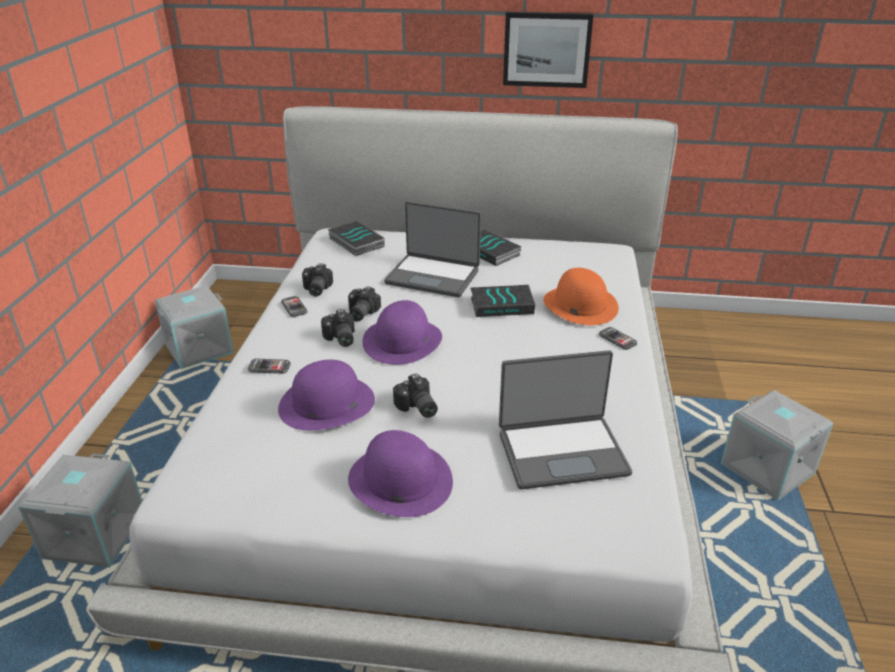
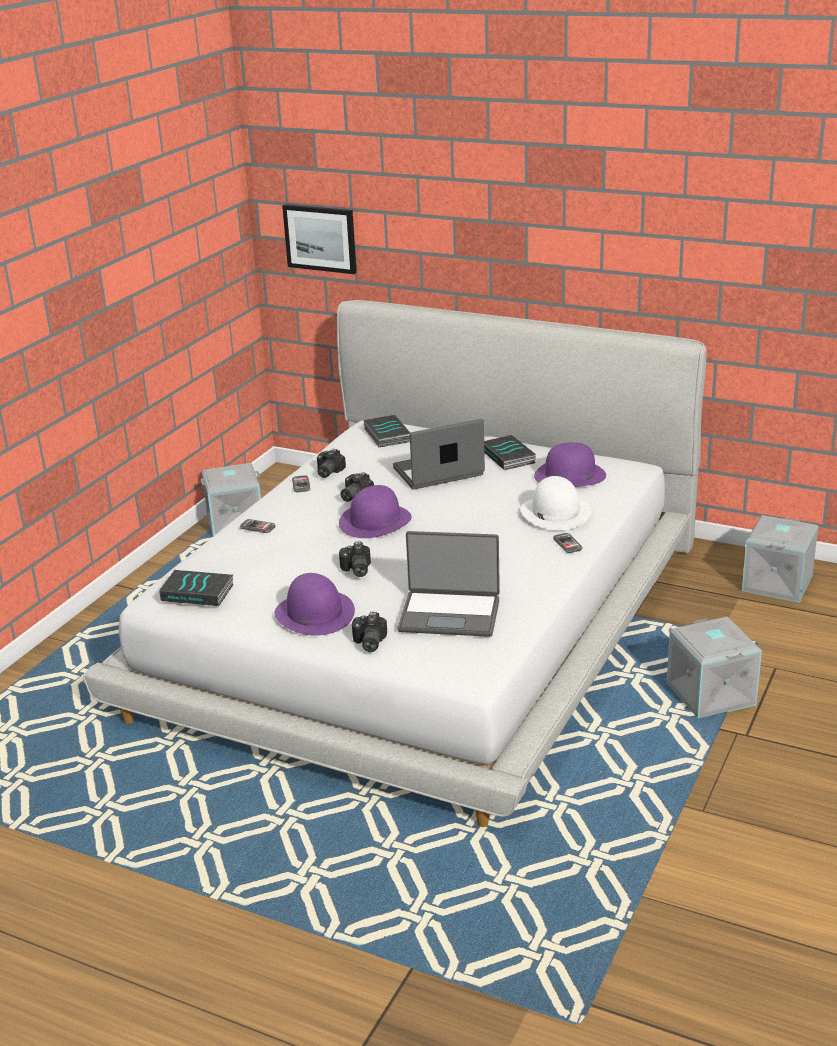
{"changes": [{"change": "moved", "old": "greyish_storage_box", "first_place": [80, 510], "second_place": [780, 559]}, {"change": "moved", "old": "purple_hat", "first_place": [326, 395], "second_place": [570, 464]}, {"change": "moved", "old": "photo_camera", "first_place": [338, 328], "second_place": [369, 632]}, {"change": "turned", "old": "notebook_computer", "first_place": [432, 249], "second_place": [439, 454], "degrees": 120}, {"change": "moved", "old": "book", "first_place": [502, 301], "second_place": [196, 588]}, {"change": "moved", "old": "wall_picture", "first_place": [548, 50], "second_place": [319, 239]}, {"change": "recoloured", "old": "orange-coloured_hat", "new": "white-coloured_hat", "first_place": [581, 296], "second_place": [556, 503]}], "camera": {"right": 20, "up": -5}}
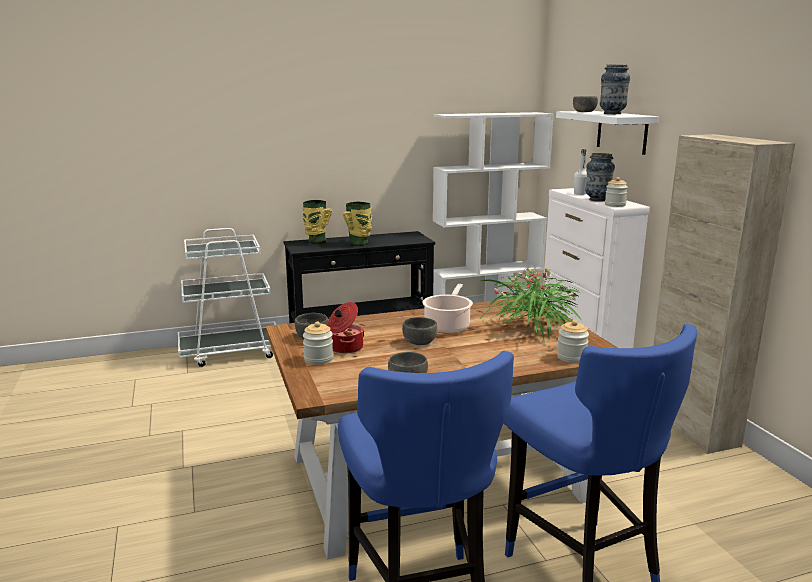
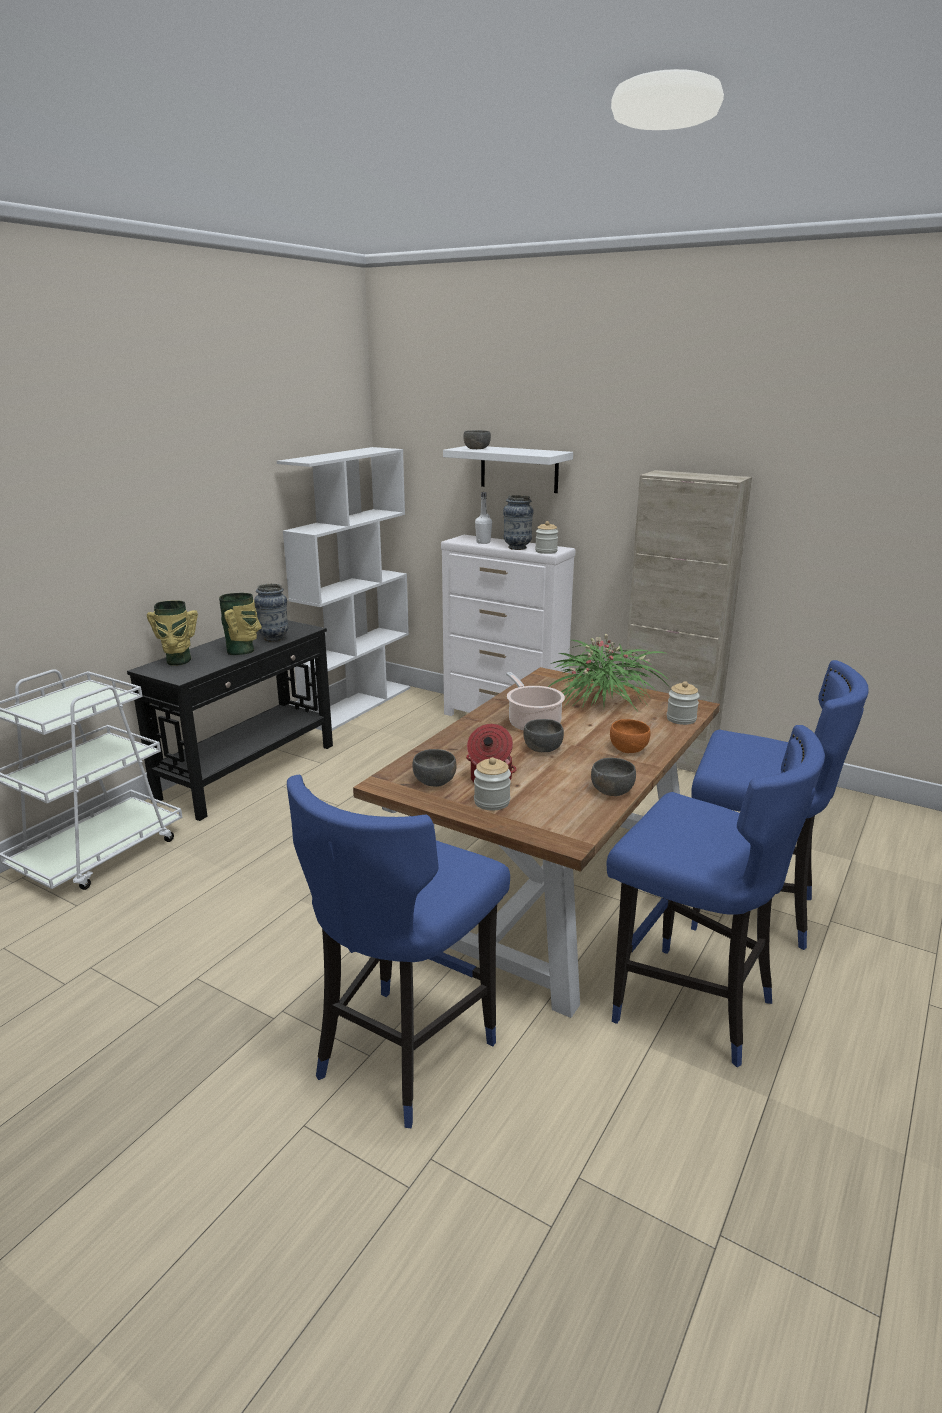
{"changes": [{"change": "moved", "old": "decorative_vase", "first_place": [615, 89], "second_place": [271, 613]}, {"change": "added", "new": "bluish_stool", "second_place": [398, 951]}, {"change": "added", "new": "orange-coloured_bowl", "second_place": [630, 736]}], "camera": {"right": -40, "up": 5}}
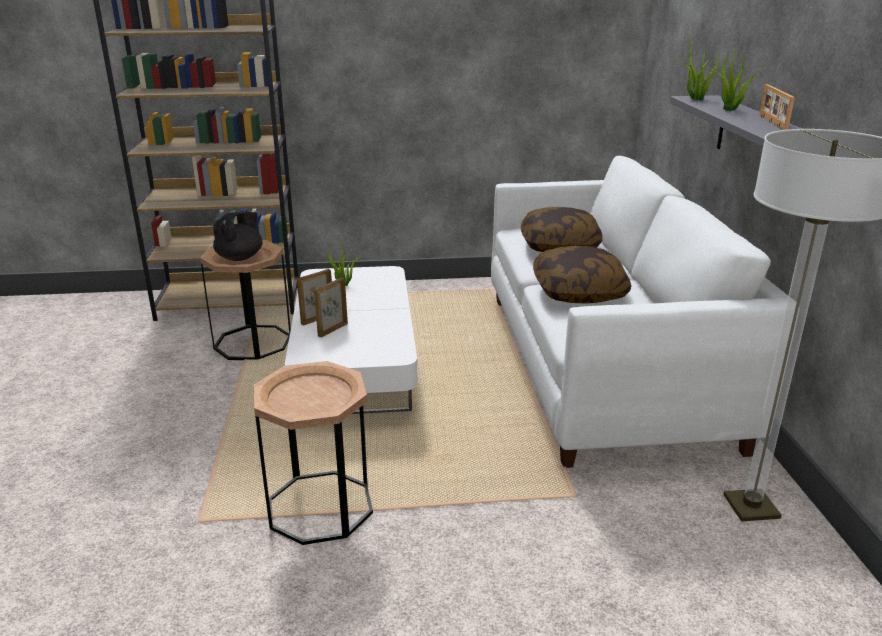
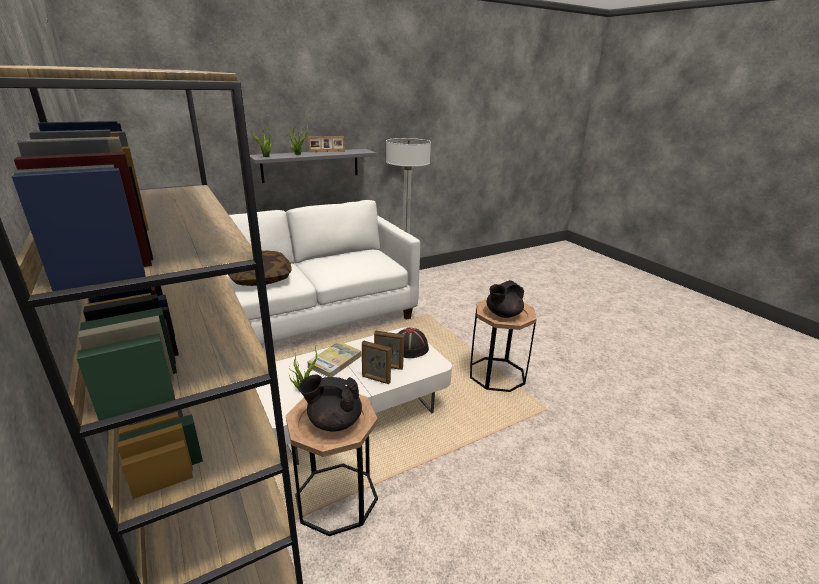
{"changes": [{"change": "removed", "old": "pillow", "first_place": [582, 275]}, {"change": "added", "new": "book", "second_place": [334, 359]}, {"change": "added", "new": "blackish_hat", "second_place": [413, 343]}, {"change": "added", "new": "blackish_tea_pot", "second_place": [505, 299]}], "camera": {"right": -115, "up": 0}}
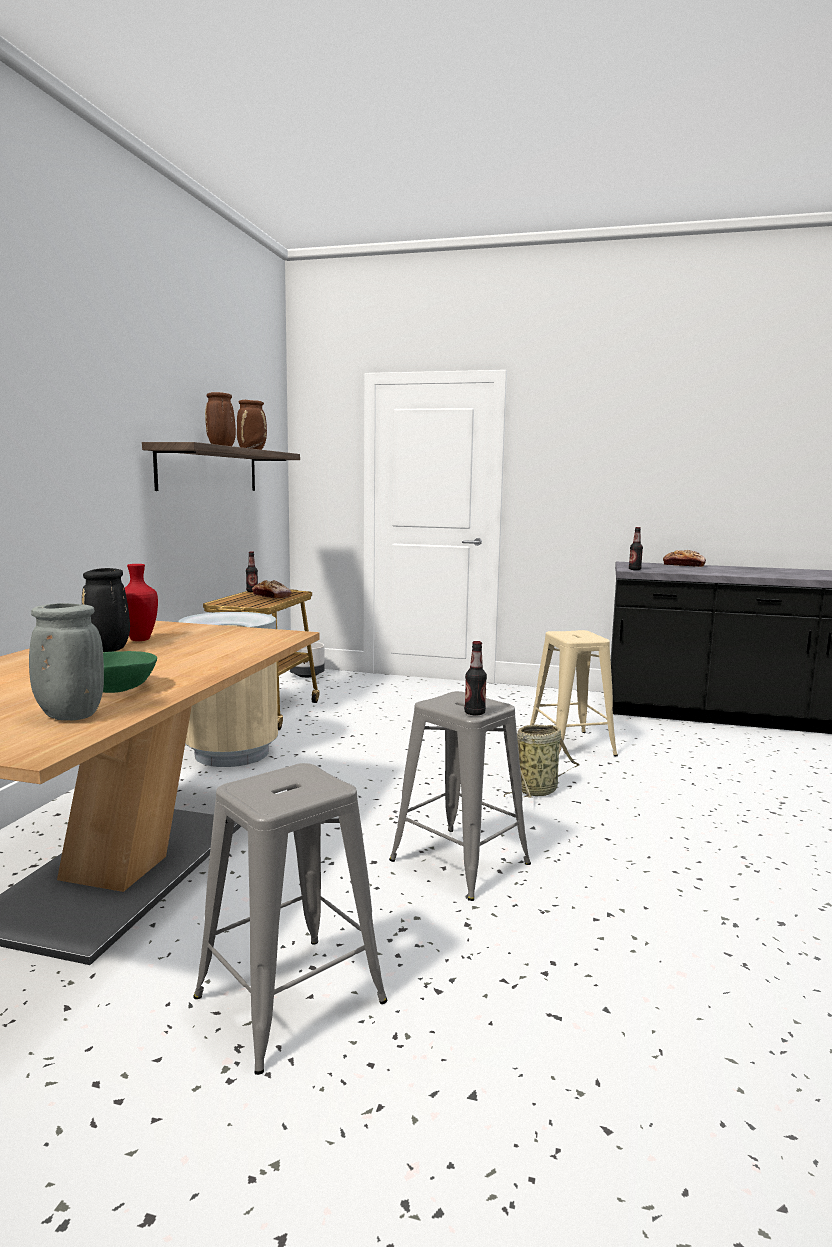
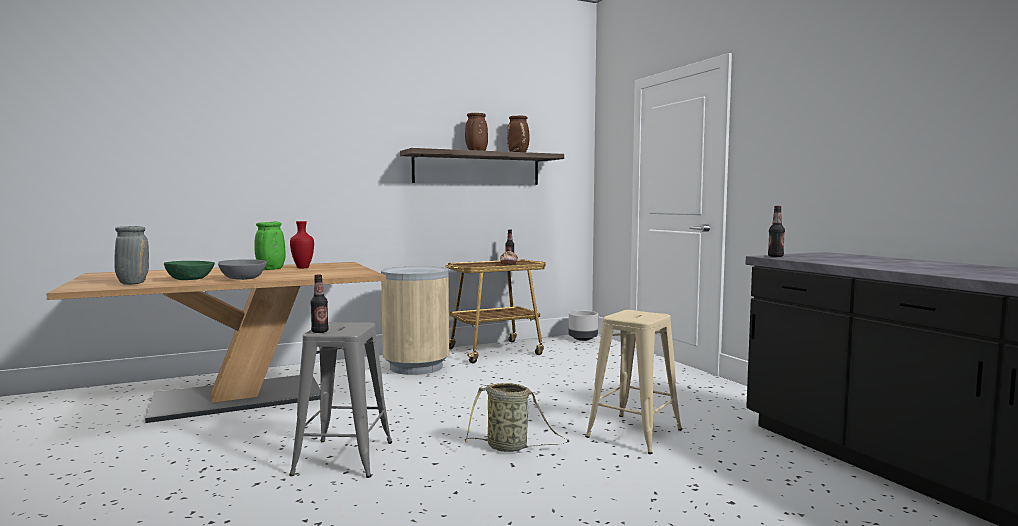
{"changes": [{"change": "recoloured", "old": "blackish_decorative_vase", "new": "green_decorative_vase", "first_place": [106, 610], "second_place": [270, 246]}, {"change": "removed", "old": "greyish_stool", "first_place": [290, 919]}, {"change": "removed", "old": "bakery_bread", "first_place": [684, 558]}, {"change": "added", "new": "greyish_bowl", "second_place": [242, 269]}], "camera": {"right": 50, "up": -5}}
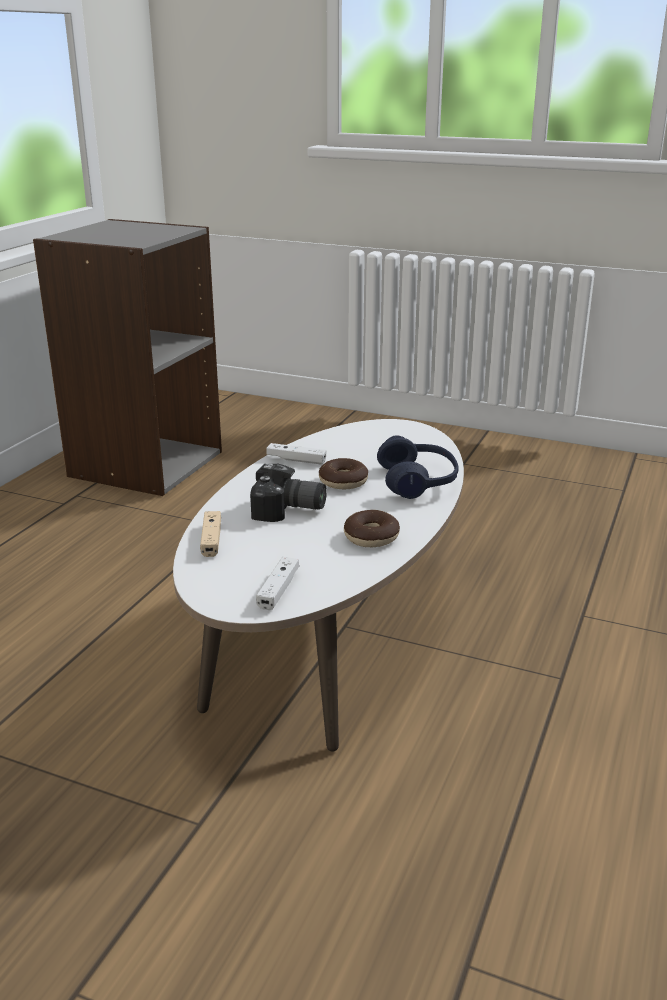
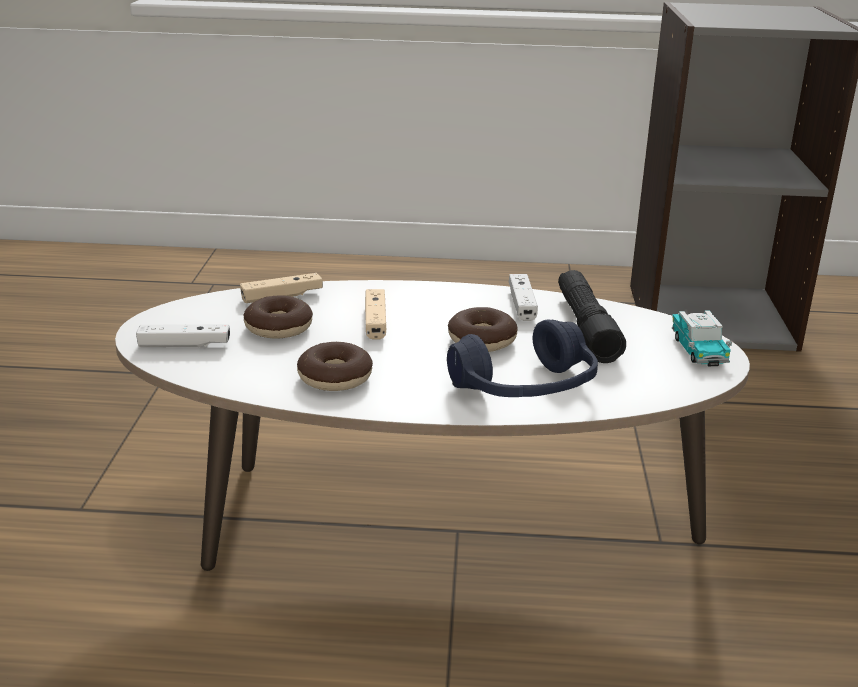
{"changes": [{"change": "replaced", "old": "photo_camera", "new": "beige_joypad", "first_place": [288, 492], "second_place": [375, 314]}, {"change": "added", "new": "donut", "second_place": [278, 316]}, {"change": "added", "new": "blackish_hand_torch", "second_place": [592, 316]}, {"change": "added", "new": "miniature_car", "second_place": [702, 338]}], "camera": {"right": 70, "up": 0}}
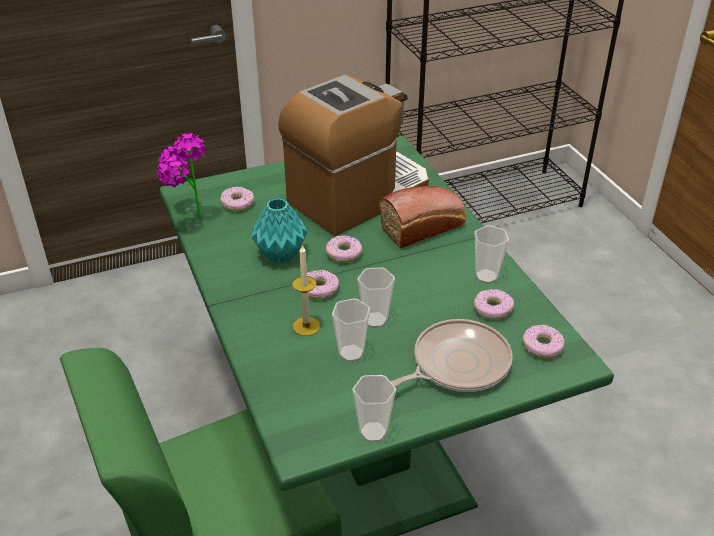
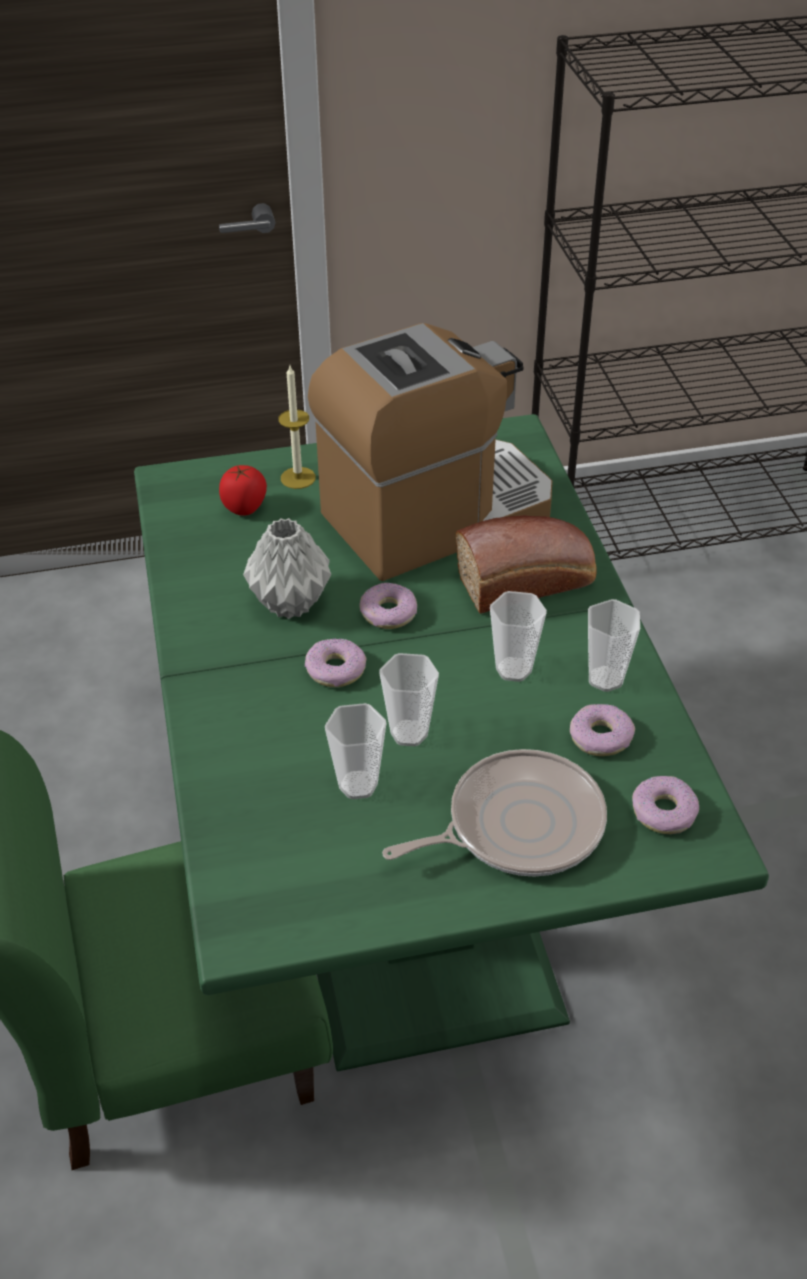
{"changes": [{"change": "removed", "old": "potted_plant", "first_place": [181, 176]}, {"change": "replaced", "old": "donut", "new": "fresh_tomato", "first_place": [237, 199], "second_place": [243, 490]}, {"change": "recoloured", "old": "blue-green_decorative_vase", "new": "greyish_decorative_vase", "first_place": [279, 230], "second_place": [287, 568]}, {"change": "moved", "old": "candle", "first_place": [306, 290], "second_place": [297, 427]}, {"change": "moved", "old": "small_cup", "first_place": [374, 408], "second_place": [518, 636]}], "camera": {"right": 10, "up": 5}}
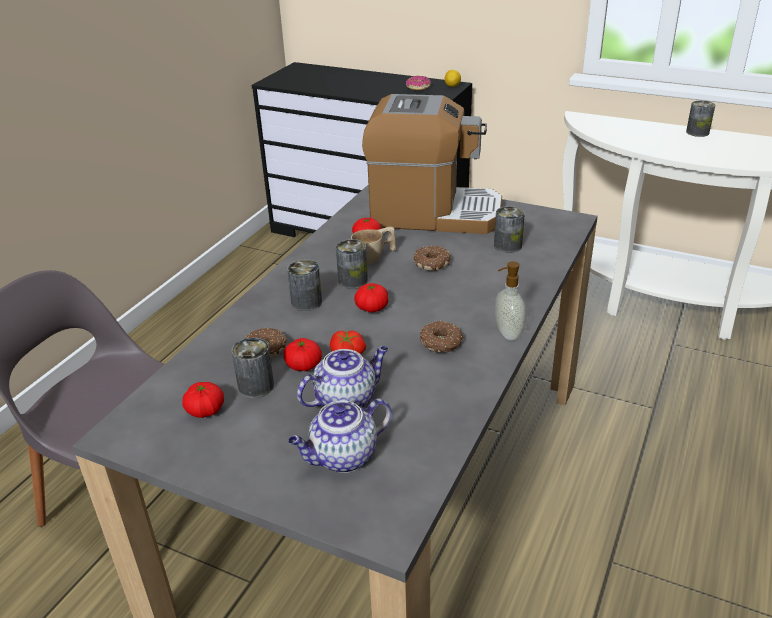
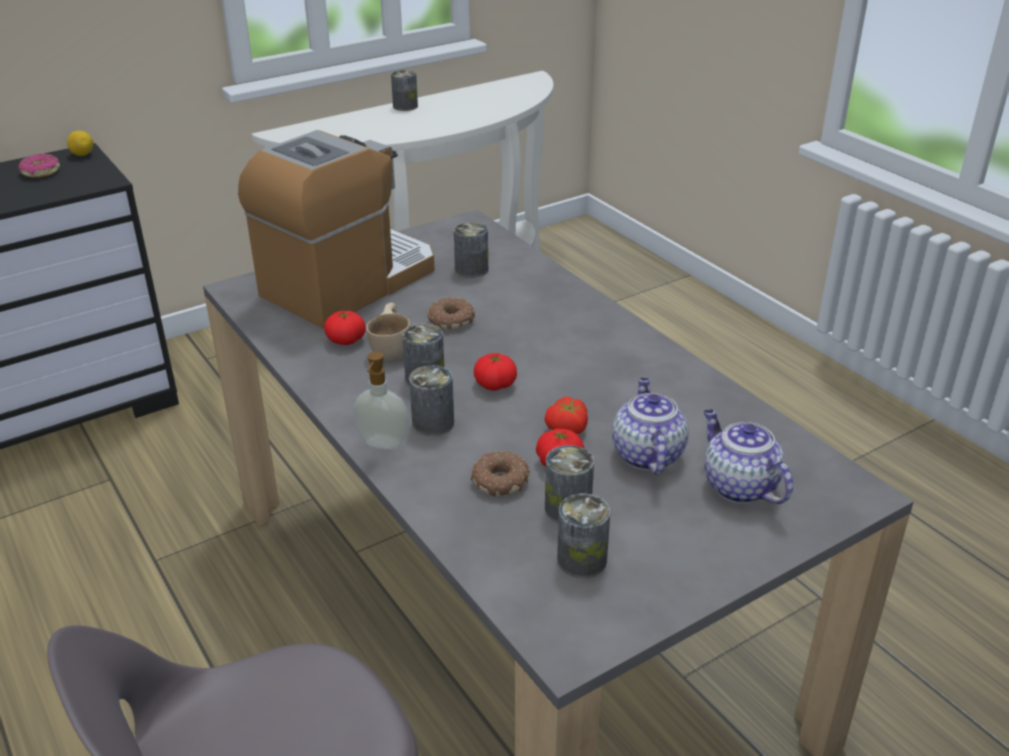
{"changes": [{"change": "replaced", "old": "fresh_tomato", "new": "can", "first_place": [203, 400], "second_place": [583, 536]}, {"change": "turned", "old": "tea_pot", "first_place": [340, 435], "second_place": [748, 456], "degrees": 150}, {"change": "removed", "old": "donut", "first_place": [442, 337]}, {"change": "moved", "old": "liquid_soap_bottle", "first_place": [510, 300], "second_place": [381, 400]}], "camera": {"right": -60, "up": 0}}
